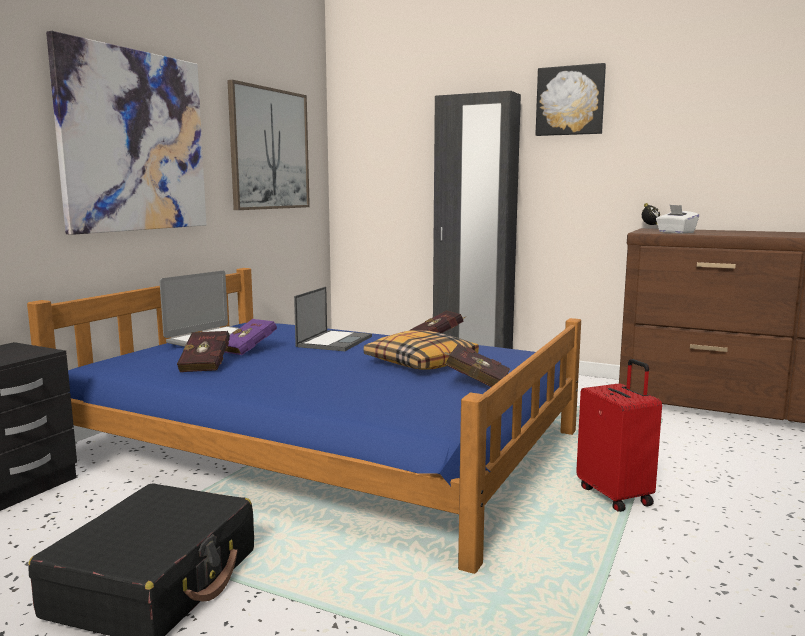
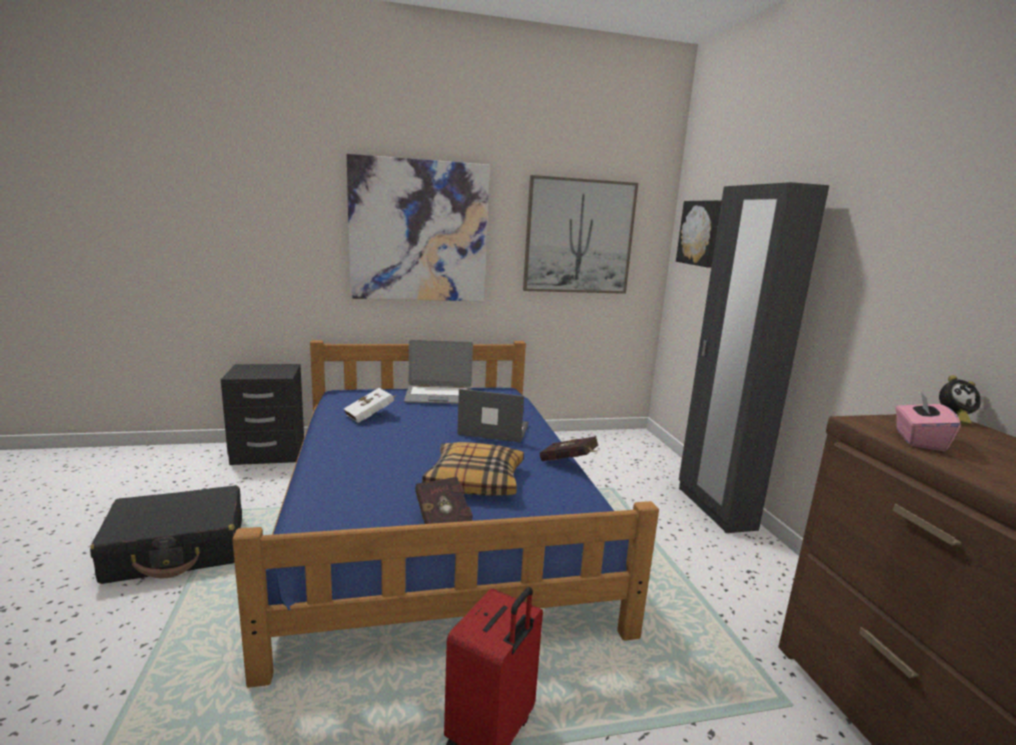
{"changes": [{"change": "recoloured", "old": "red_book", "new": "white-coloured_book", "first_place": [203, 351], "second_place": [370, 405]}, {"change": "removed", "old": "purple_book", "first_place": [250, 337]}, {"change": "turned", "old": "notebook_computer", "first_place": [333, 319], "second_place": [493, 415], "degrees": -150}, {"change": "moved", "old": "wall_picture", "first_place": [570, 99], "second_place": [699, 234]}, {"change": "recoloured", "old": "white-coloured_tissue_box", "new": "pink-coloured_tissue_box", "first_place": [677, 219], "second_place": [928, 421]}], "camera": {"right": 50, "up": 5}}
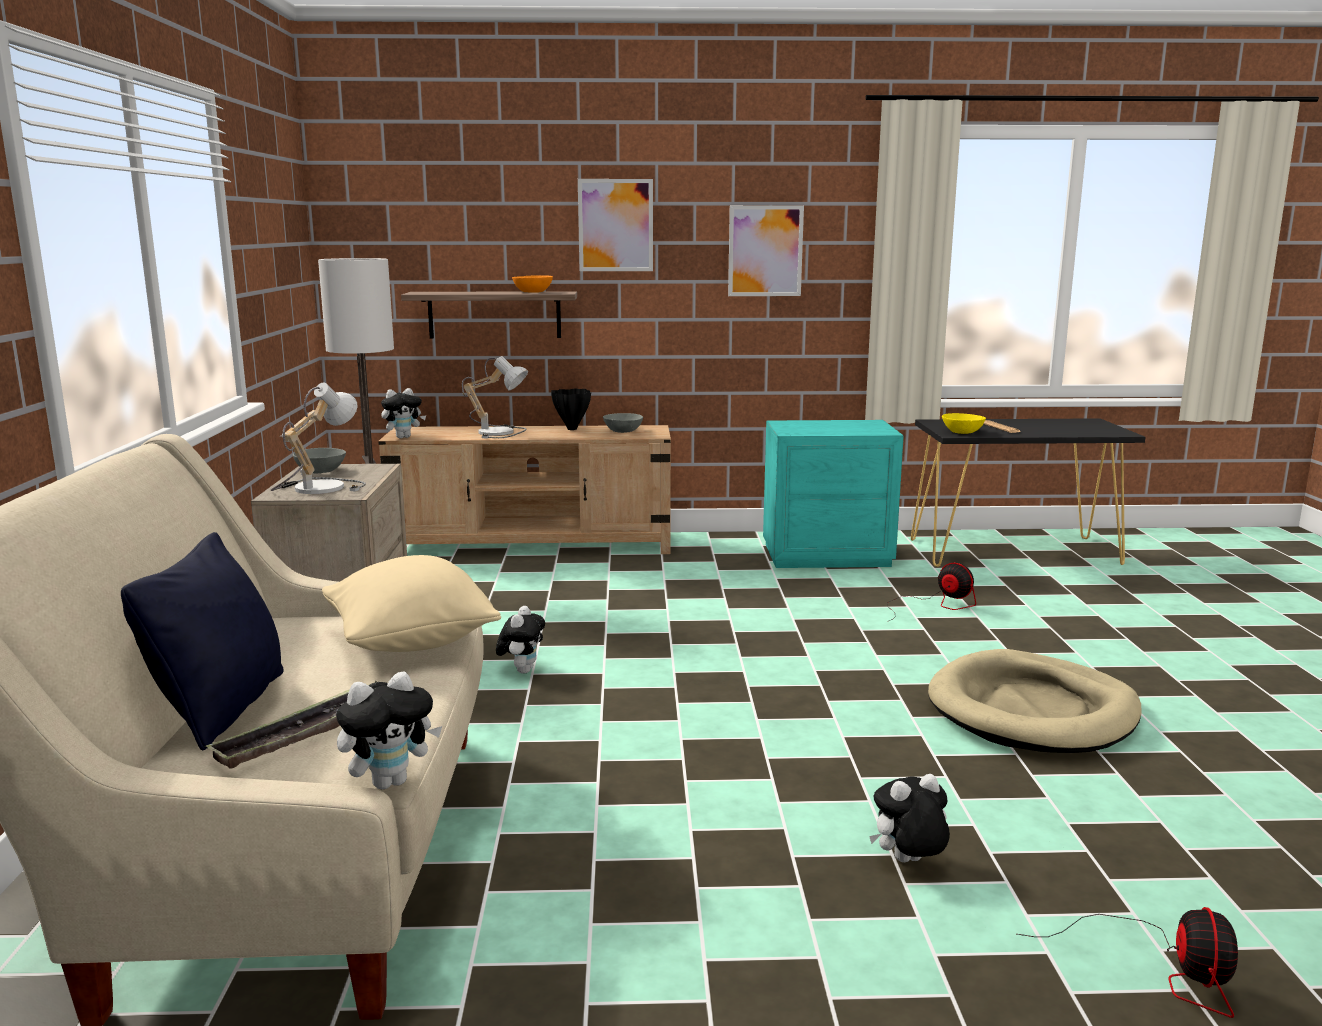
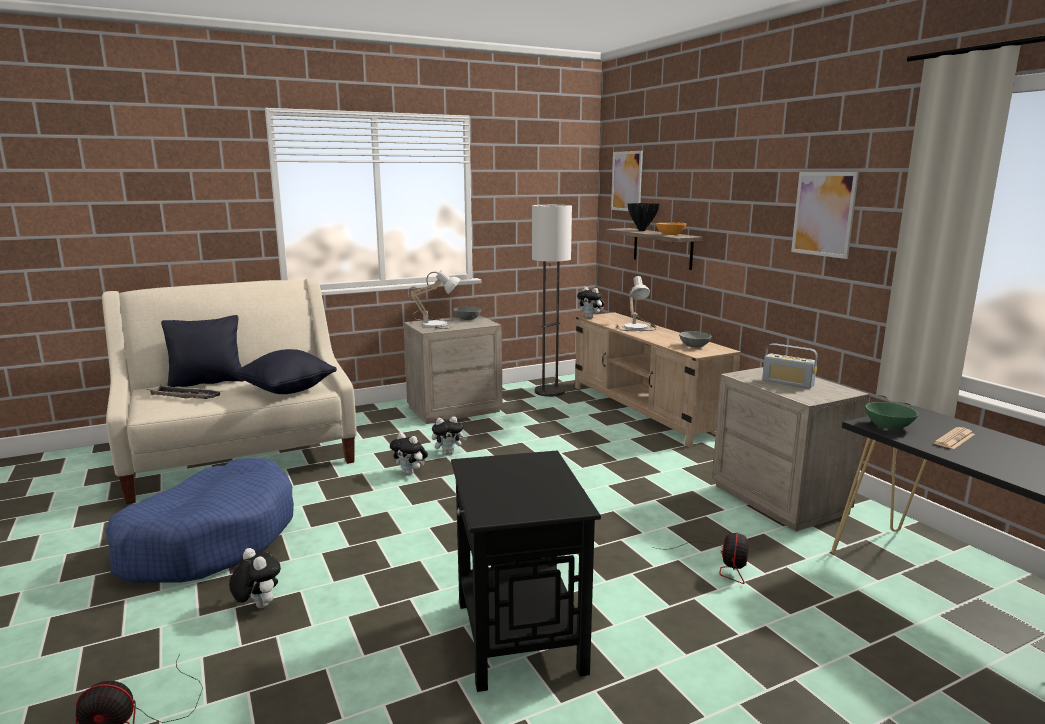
{"changes": [{"change": "recoloured", "old": "beige_pillow", "new": "blackish_pillow", "first_place": [411, 603], "second_place": [285, 371]}, {"change": "moved", "old": "plush_toy", "first_place": [389, 730], "second_place": [409, 454]}, {"change": "moved", "old": "blackish_decorative_vase", "first_place": [571, 409], "second_place": [643, 217]}, {"change": "moved", "old": "wall_picture", "first_place": [615, 225], "second_place": [627, 181]}, {"change": "recoloured", "old": "blue-green_night_table", "new": "beige_night_table", "first_place": [833, 494], "second_place": [791, 449]}, {"change": "replaced", "old": "beige_dog_cushion", "new": "blackish_side_table", "first_place": [1035, 701], "second_place": [526, 571]}, {"change": "recoloured", "old": "yellow-coloured_bowl", "new": "green_bowl", "first_place": [964, 423], "second_place": [891, 415]}, {"change": "added", "new": "bluish_dog_cushion", "second_place": [200, 520]}, {"change": "added", "new": "radio_receiver", "second_place": [790, 366]}], "camera": {"right": 65, "up": 0}}
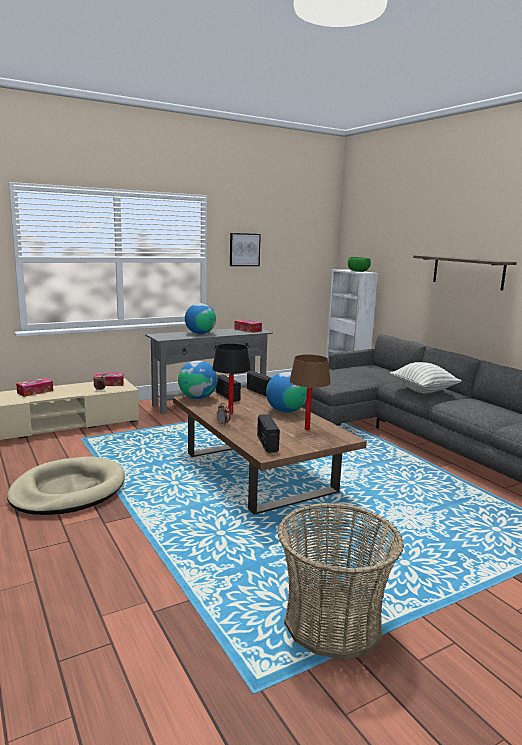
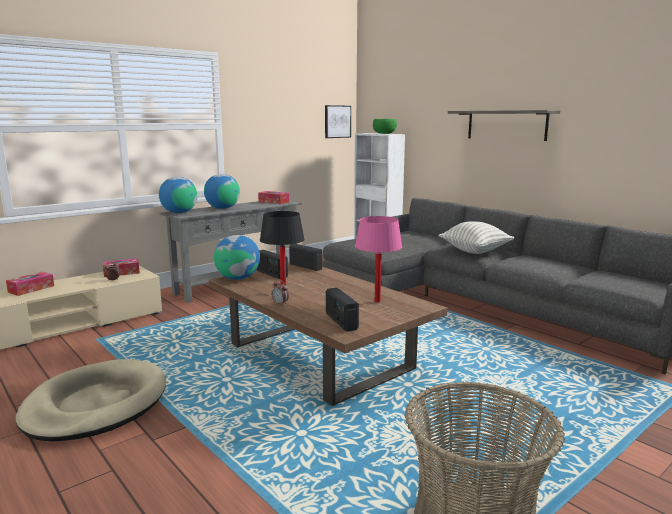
{"changes": [{"change": "moved", "old": "wall_picture", "first_place": [245, 249], "second_place": [338, 121]}, {"change": "moved", "old": "globe", "first_place": [286, 392], "second_place": [178, 195]}, {"change": "recoloured", "old": "brownish_table_lamp", "new": "pink-coloured_table_lamp", "first_place": [310, 392], "second_place": [378, 259]}], "camera": {"right": -10, "up": 0}}
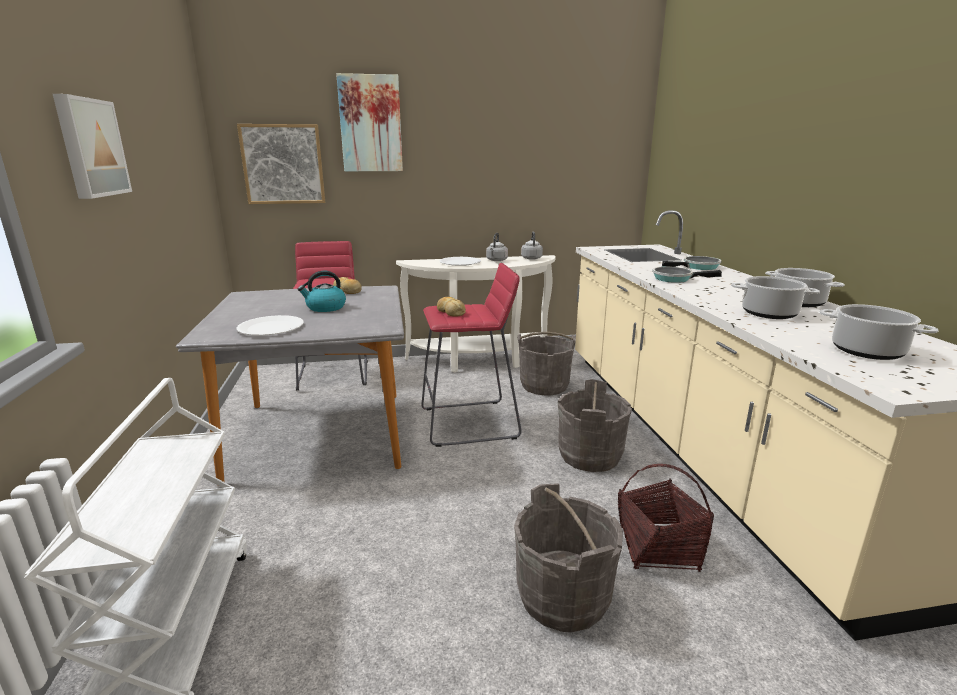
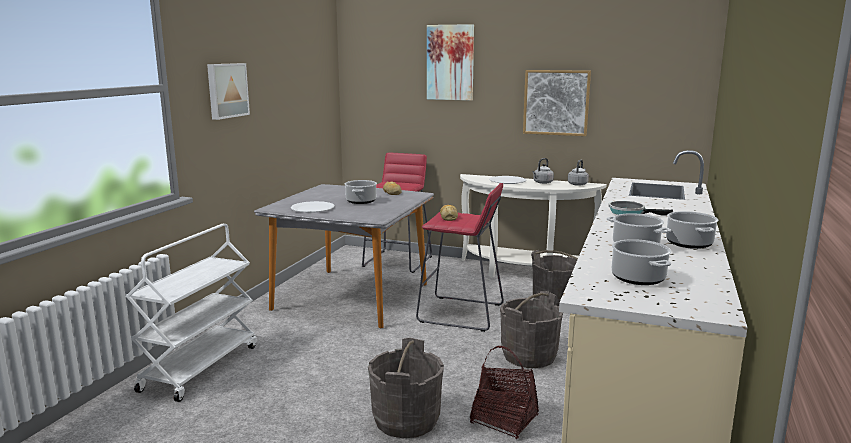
{"changes": [{"change": "moved", "old": "wall_picture", "first_place": [281, 164], "second_place": [557, 103]}, {"change": "replaced", "old": "kettle", "new": "cooking_pot", "first_place": [322, 291], "second_place": [361, 192]}, {"change": "removed", "old": "skillet", "first_place": [691, 263]}], "camera": {"right": 30, "up": -5}}
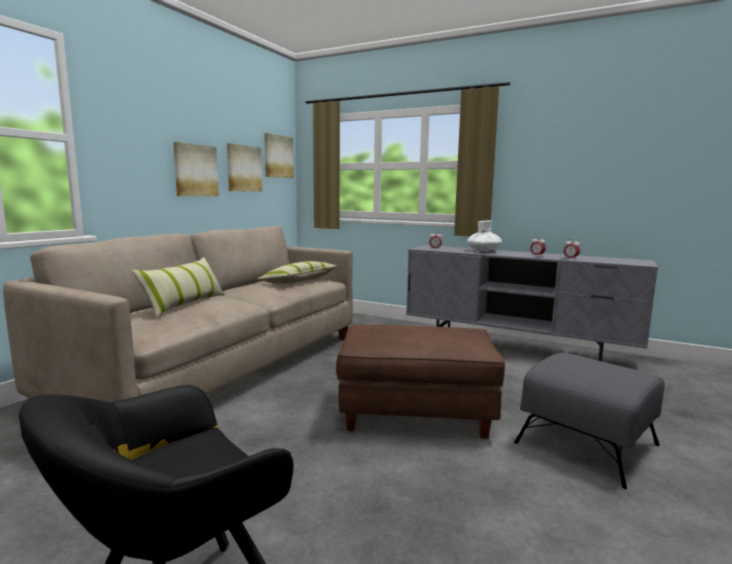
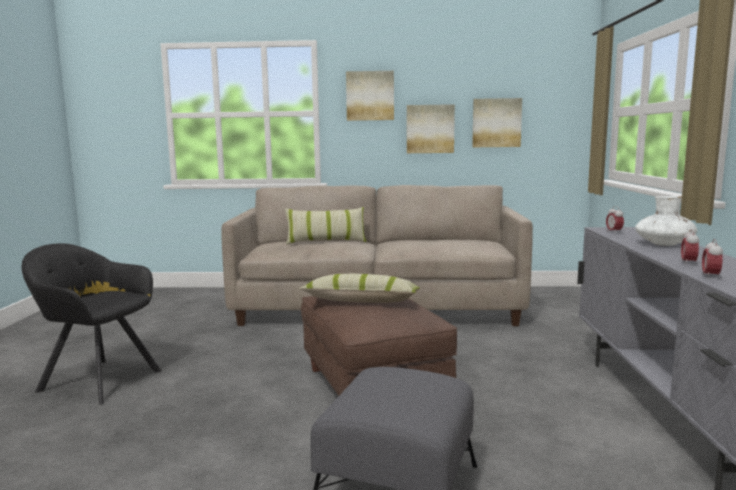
{"changes": [{"change": "moved", "old": "pillow", "first_place": [298, 272], "second_place": [359, 288]}, {"change": "moved", "old": "wall_picture", "first_place": [279, 155], "second_place": [370, 96]}], "camera": {"right": 65, "up": 0}}
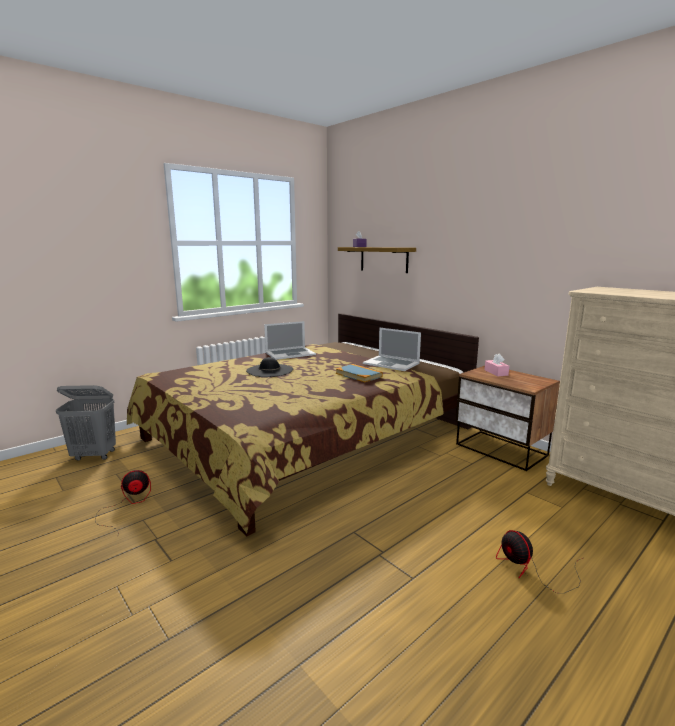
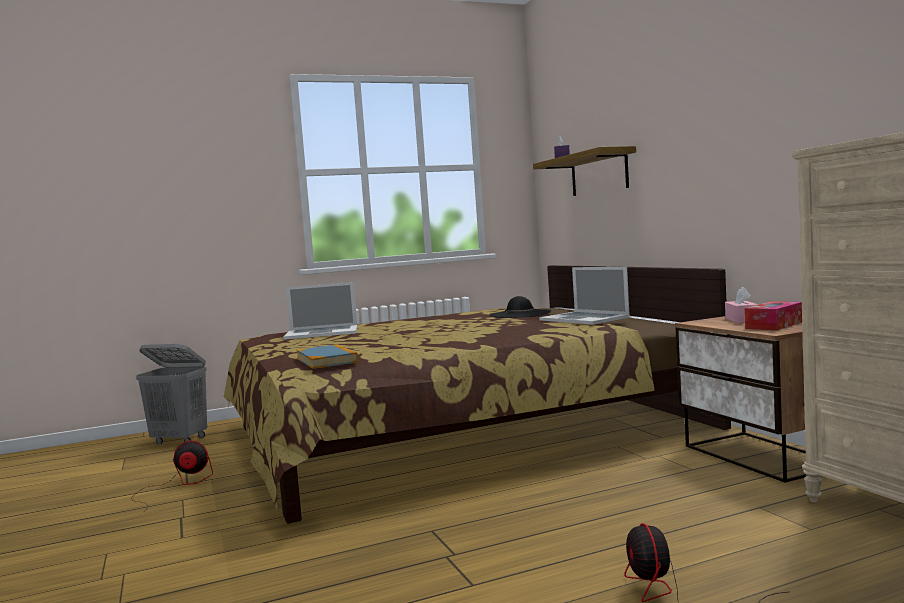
{"changes": [{"change": "moved", "old": "blackish_hat", "first_place": [269, 367], "second_place": [520, 307]}, {"change": "moved", "old": "notebook_computer", "first_place": [290, 340], "second_place": [320, 311]}, {"change": "moved", "old": "book", "first_place": [359, 373], "second_place": [327, 356]}, {"change": "added", "new": "tissue_box", "second_place": [773, 315]}], "camera": {"right": 20, "up": -10}}
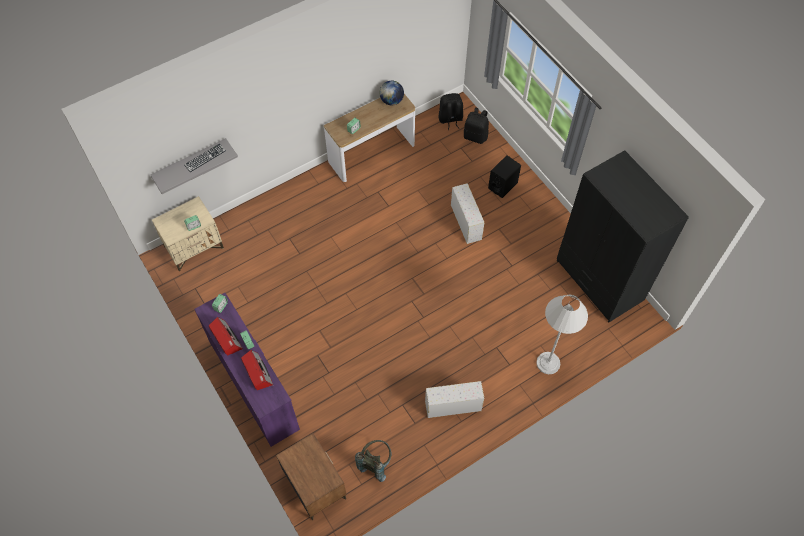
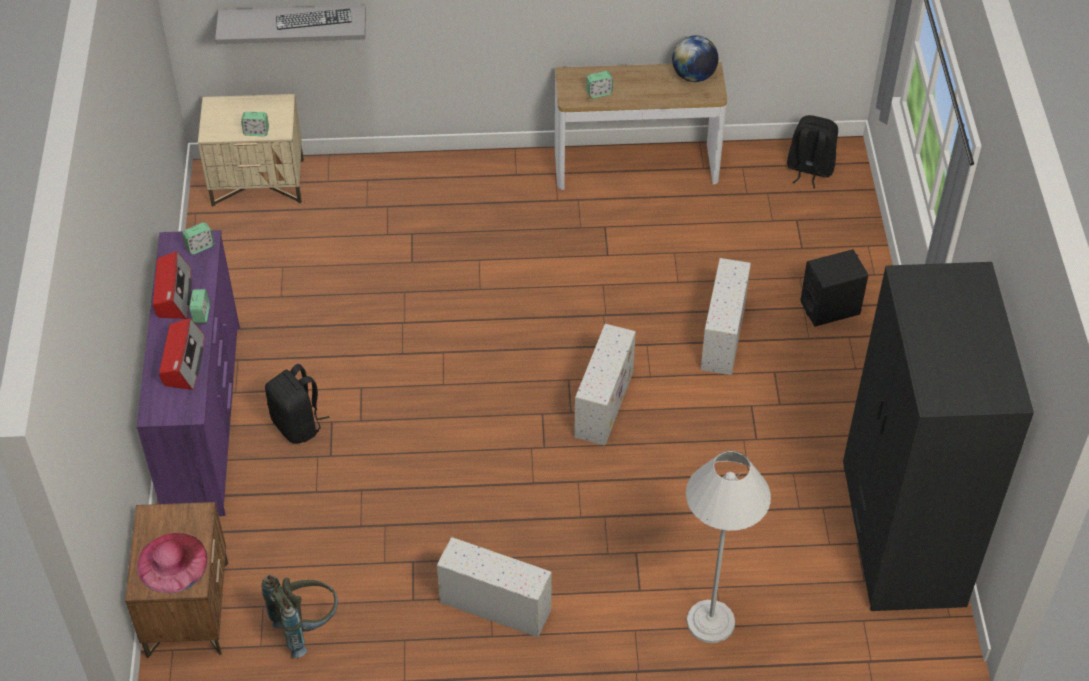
{"changes": [{"change": "moved", "old": "blackish_knapsack", "first_place": [476, 125], "second_place": [297, 404]}, {"change": "added", "new": "pink-coloured_hat", "second_place": [172, 563]}, {"change": "added", "new": "white-coloured_storage_box", "second_place": [605, 384]}], "camera": {"right": 30, "up": -10}}
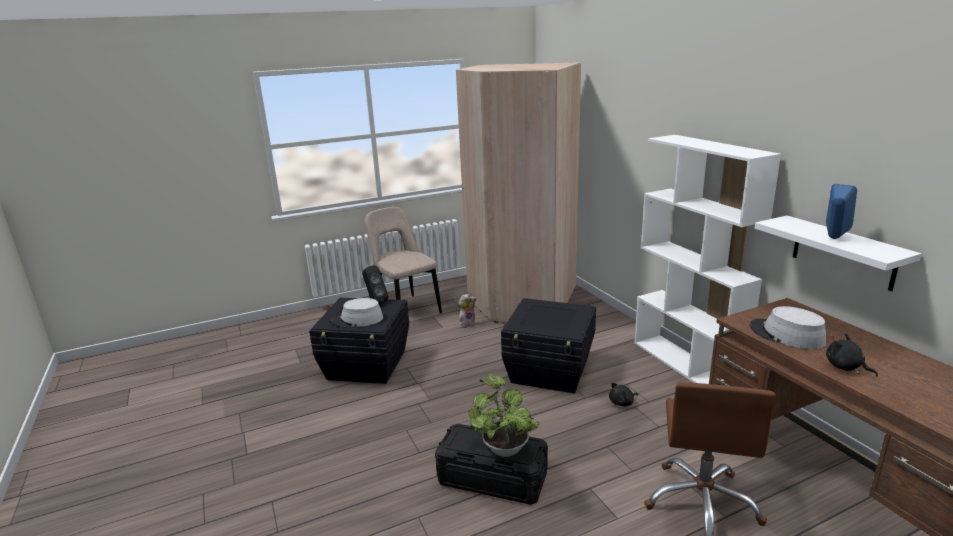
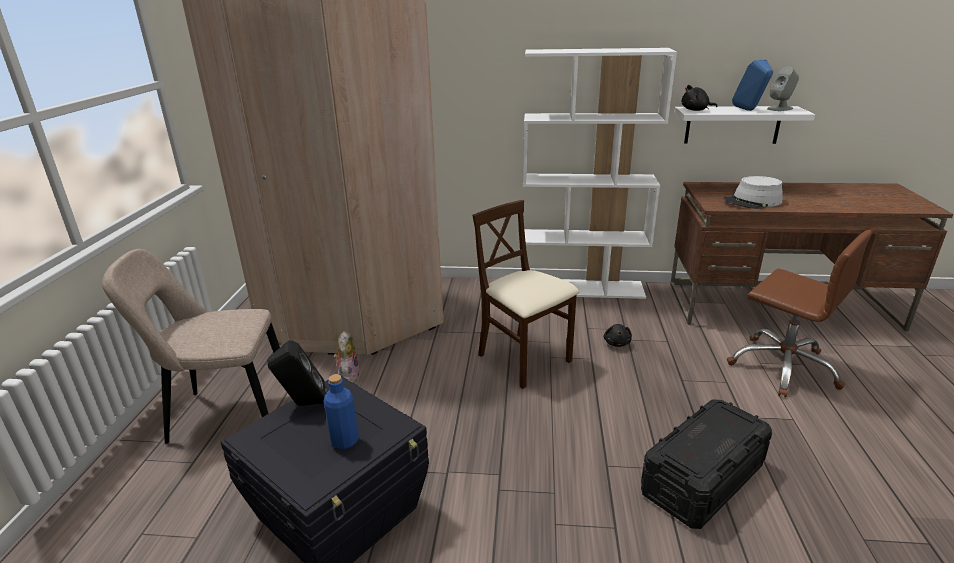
{"changes": [{"change": "replaced", "old": "greyish_hat", "new": "bluish_bottle", "first_place": [357, 313], "second_place": [341, 411]}, {"change": "removed", "old": "potted_plant", "first_place": [504, 415]}, {"change": "replaced", "old": "blackish_storage_box", "new": "beige_chair", "first_place": [548, 345], "second_place": [525, 294]}, {"change": "moved", "old": "blackish_plush_toy", "first_place": [852, 354], "second_place": [699, 98]}, {"change": "added", "new": "greyish_audio_speaker", "second_place": [783, 89]}], "camera": {"right": -60, "up": 5}}
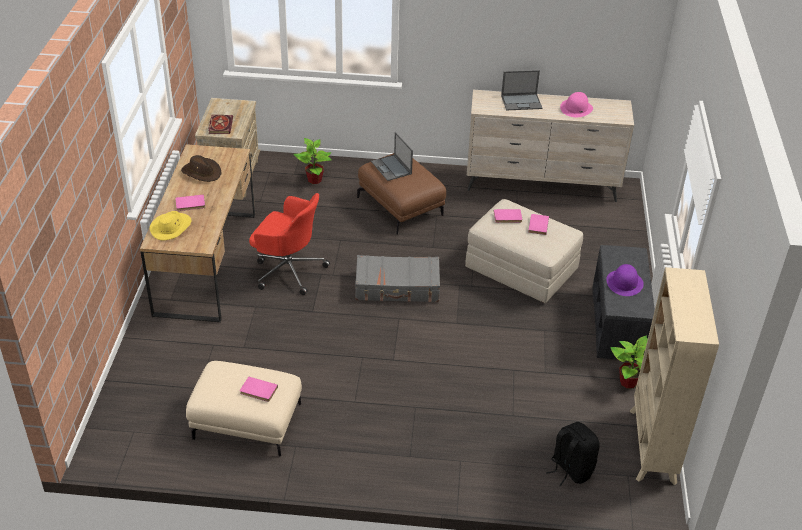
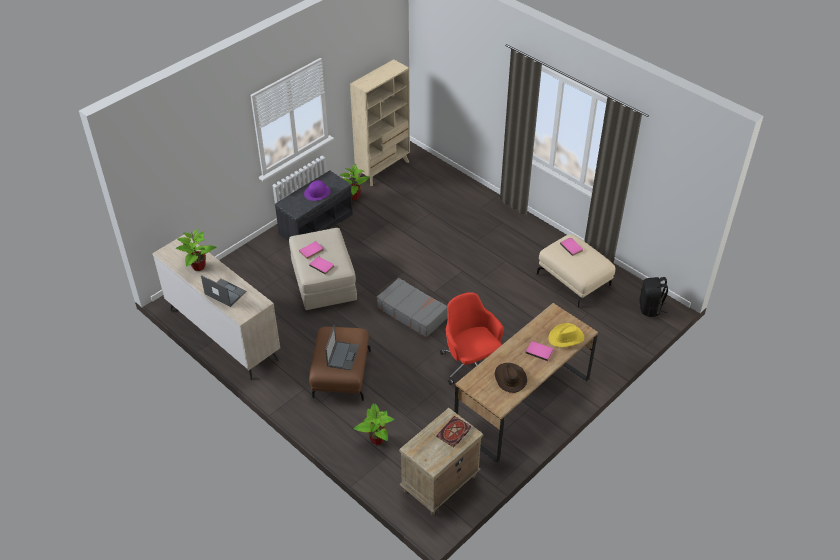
{"changes": [{"change": "moved", "old": "blackish_knapsack", "first_place": [573, 454], "second_place": [653, 297]}, {"change": "replaced", "old": "pink-coloured_hat", "new": "potted_plant", "first_place": [576, 104], "second_place": [196, 250]}], "camera": {"right": -140, "up": 5}}
